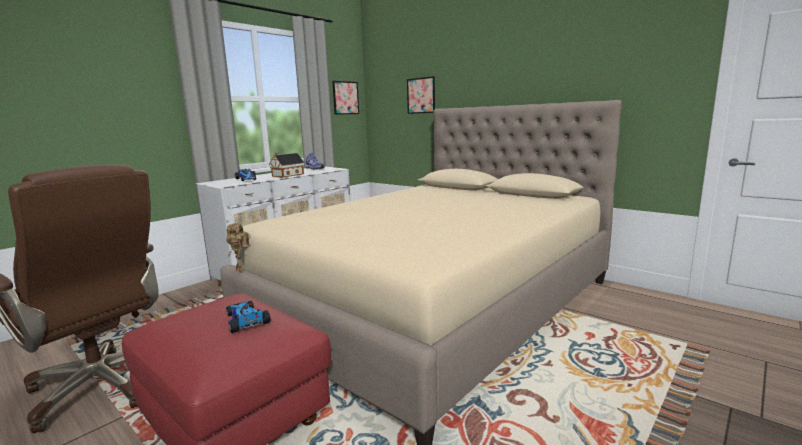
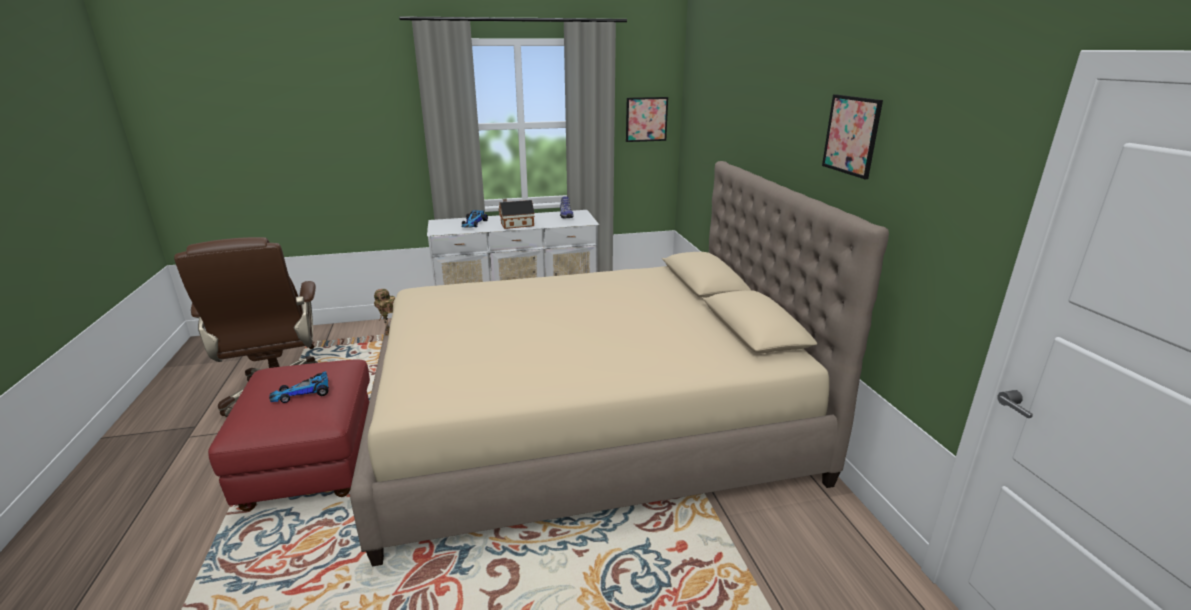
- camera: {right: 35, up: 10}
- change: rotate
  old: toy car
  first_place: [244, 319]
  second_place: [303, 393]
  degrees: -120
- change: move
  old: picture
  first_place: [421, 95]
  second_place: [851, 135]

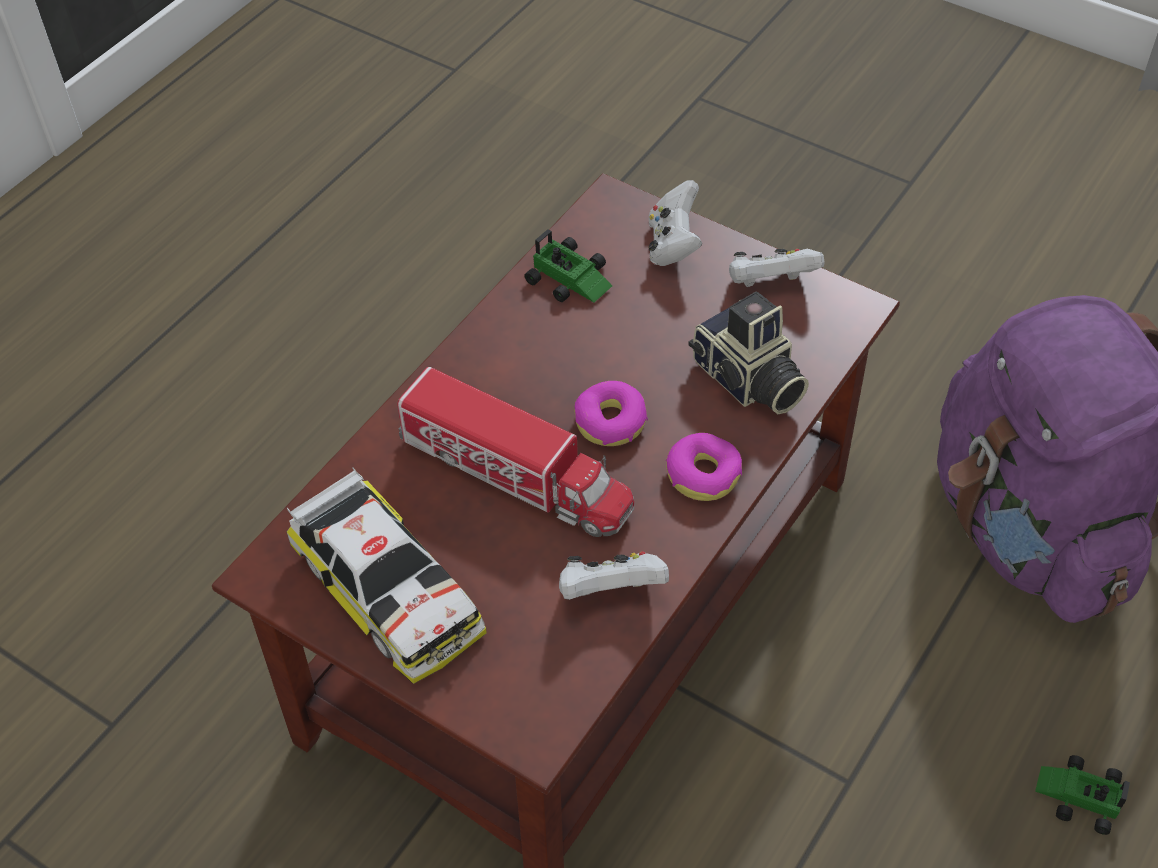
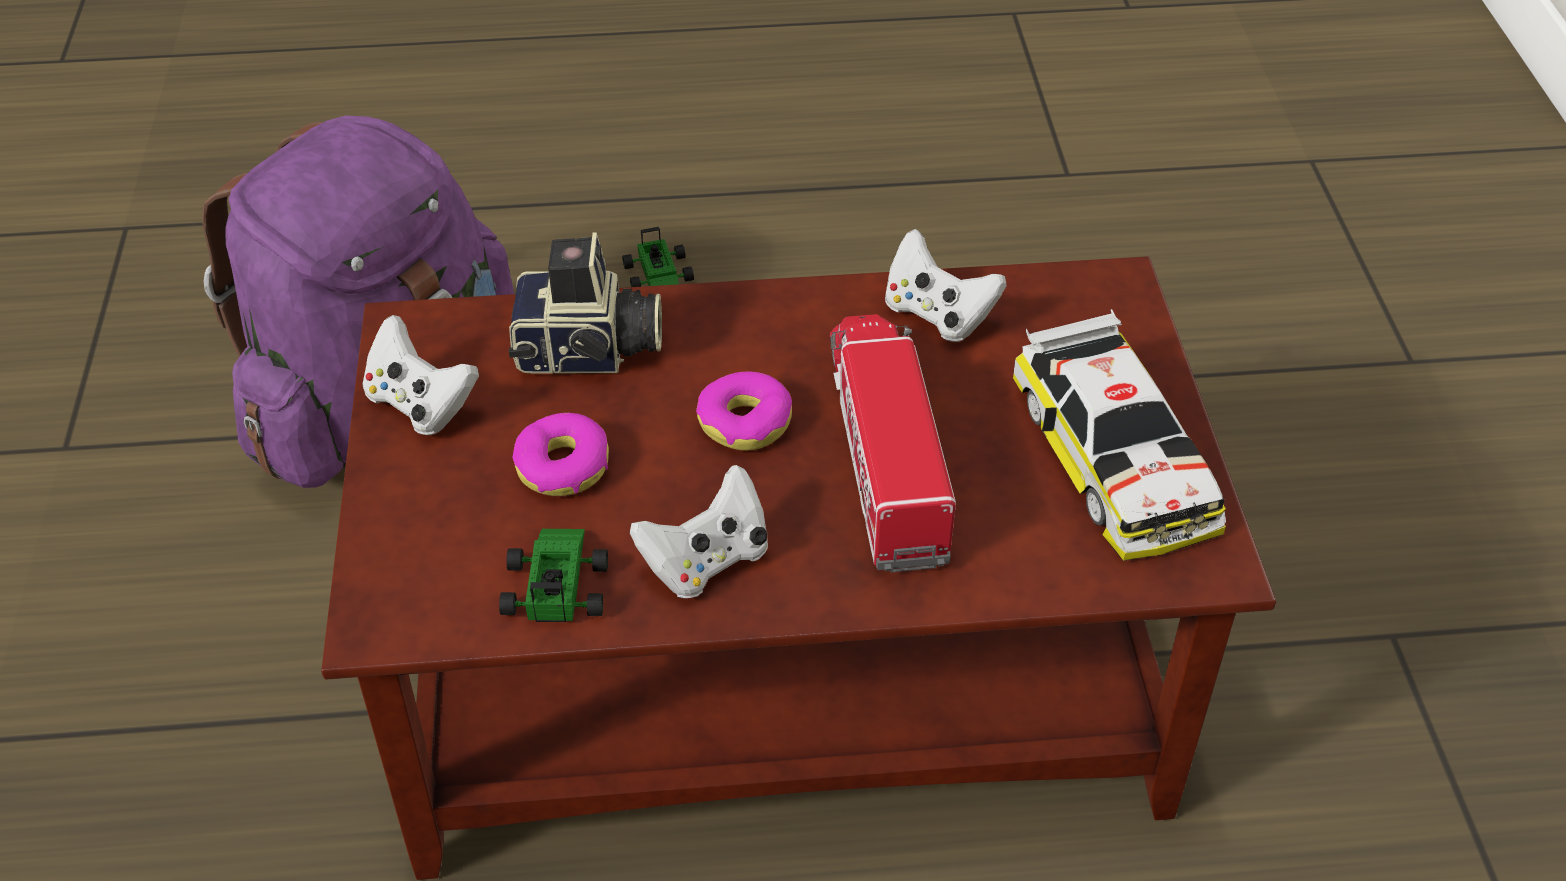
- camera: {right: -130, up: -5}
- change: rotate
  old: toy car
  first_place: [389, 590]
  second_place: [1114, 458]
  degrees: 150
- change: move
  old: white game controller
  first_place: [673, 245]
  second_place: [707, 560]
- change: move
  old: donut
  first_place: [703, 474]
  second_place: [562, 466]
- change: rotate
  old: photo camera
  first_place: [747, 381]
  second_place: [589, 353]
  degrees: 75

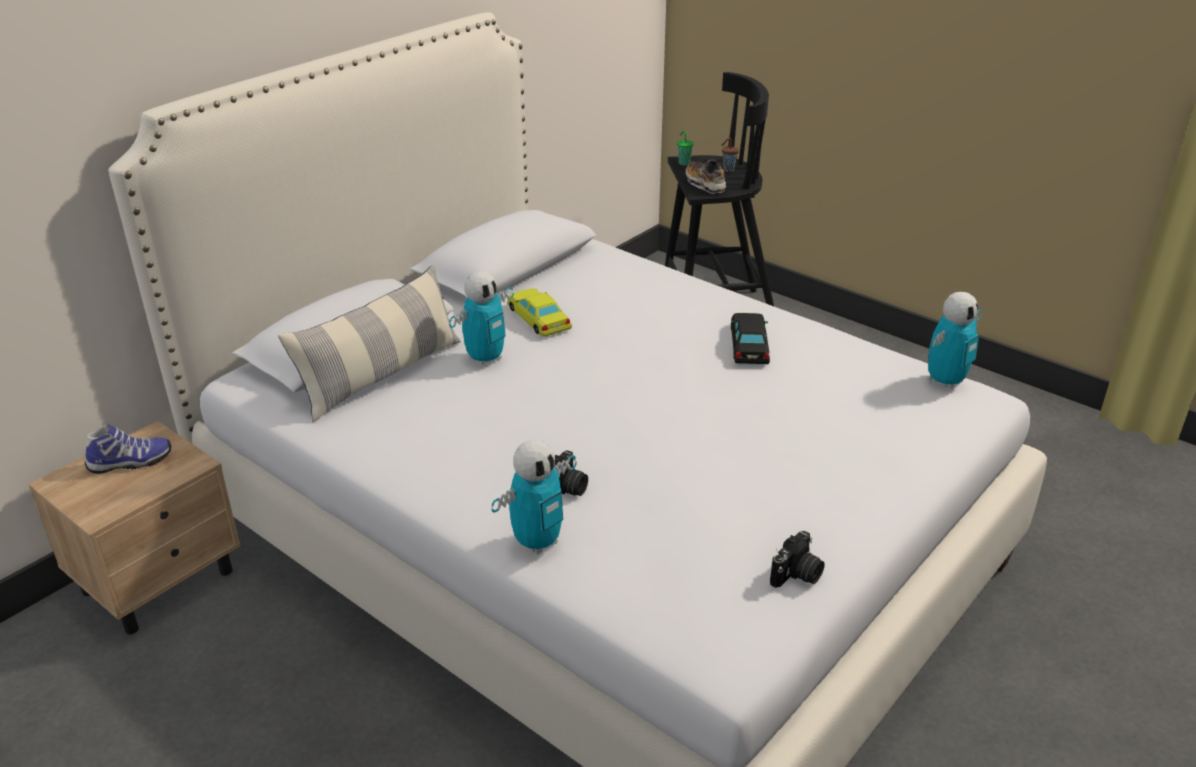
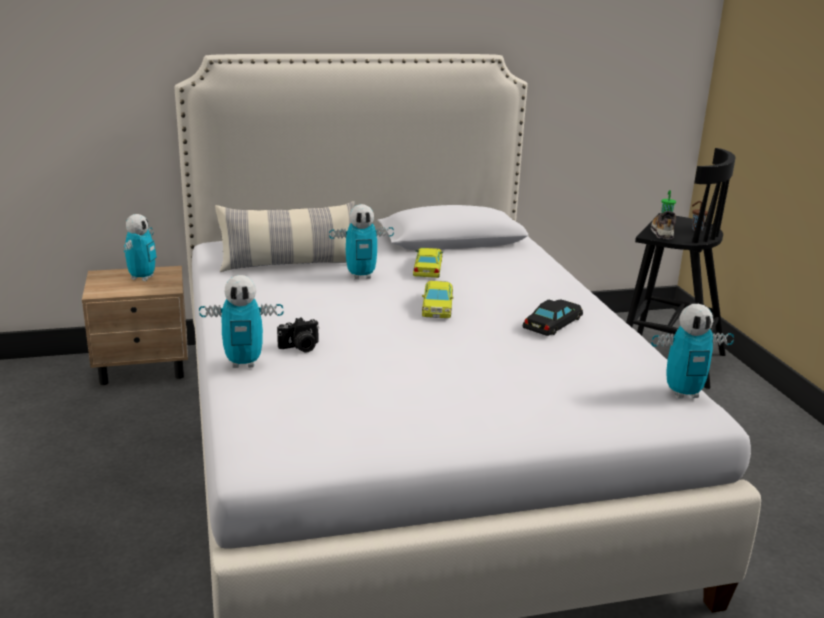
- camera: {right: 35, up: -10}
- change: replace
  old: shoe
  new: toy robot
  first_place: [130, 463]
  second_place: [142, 278]
- change: delete
  old: photo camera
  first_place: [797, 575]
- change: insert
  new: yellow toy car
  second_place: [437, 305]

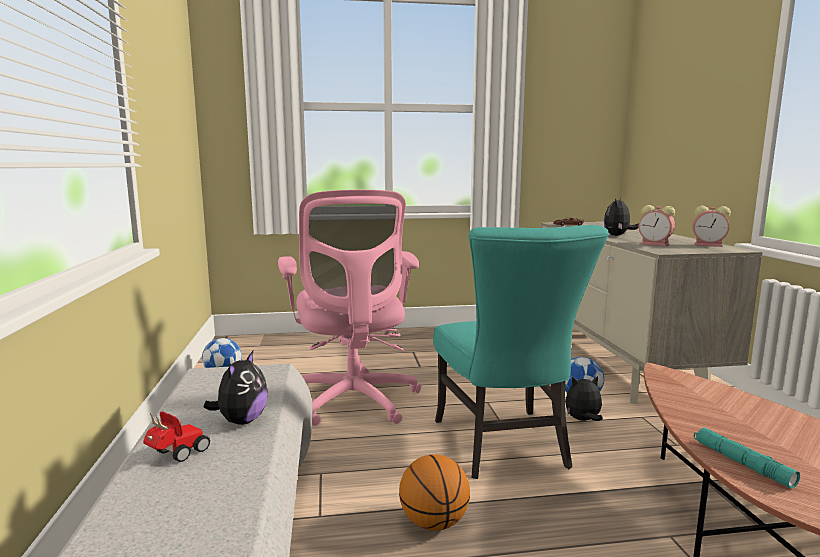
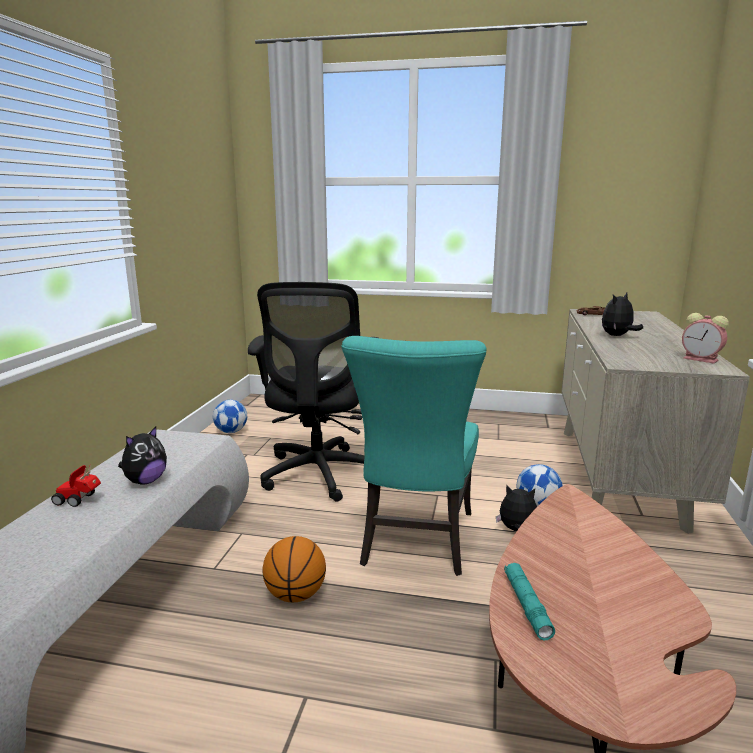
- camera: {right: 20, up: 5}
- change: rotate
  old: toy car
  first_place: [176, 454]
  second_place: [80, 500]
  degrees: -135
- change: recolor
  old: pink office chair
  new: black office chair
  first_place: [352, 397]
  second_place: [319, 469]
- change: delete
  old: alarm clock
  first_place: [656, 244]

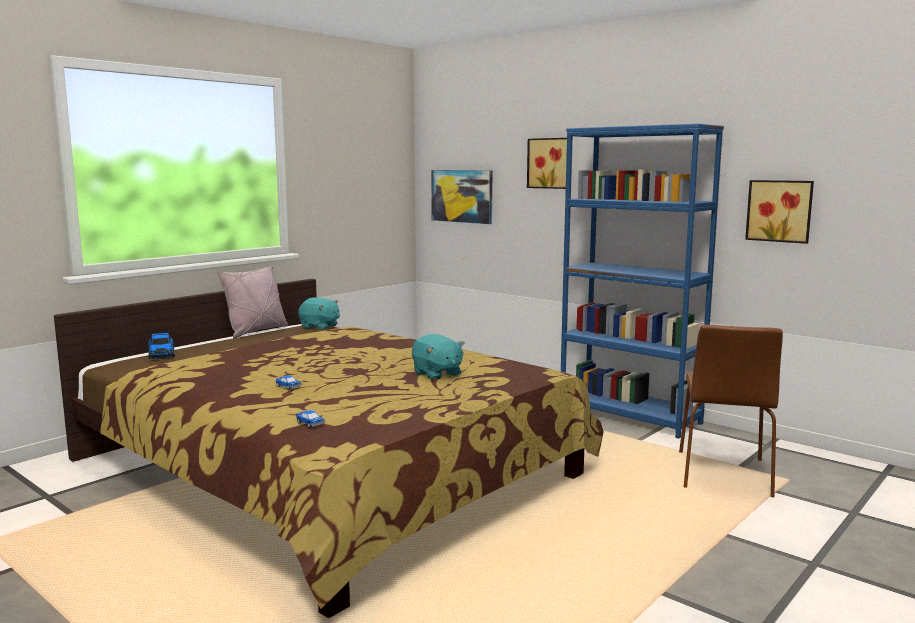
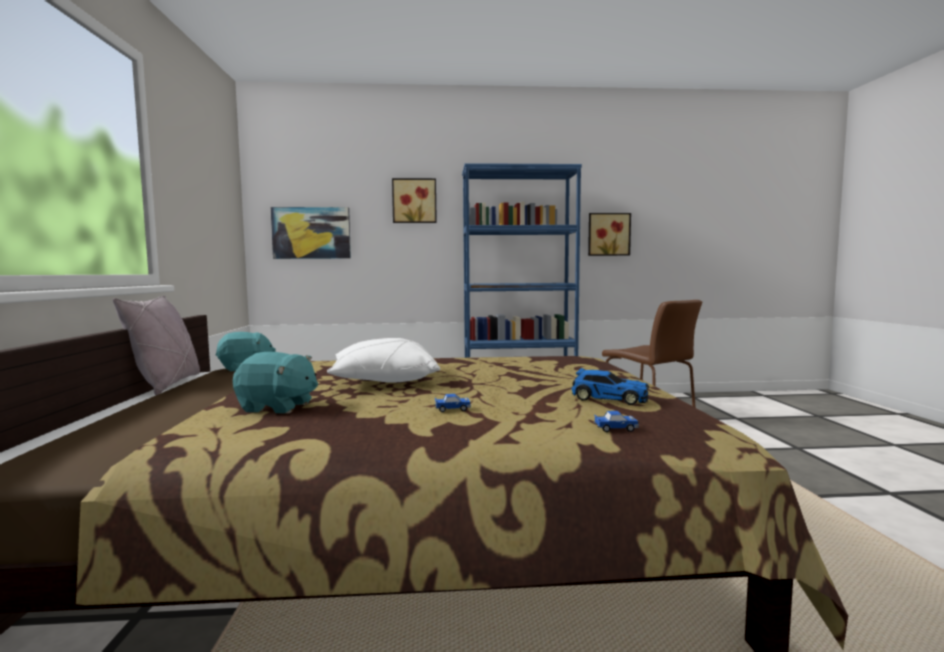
- camera: {right: -45, up: -5}
- change: move
  old: toy car
  first_place: [161, 354]
  second_place: [608, 398]
- change: move
  old: turquoise plush toy
  first_place: [437, 374]
  second_place: [277, 407]
- change: insert
  new: white pillow
  second_place: [383, 380]

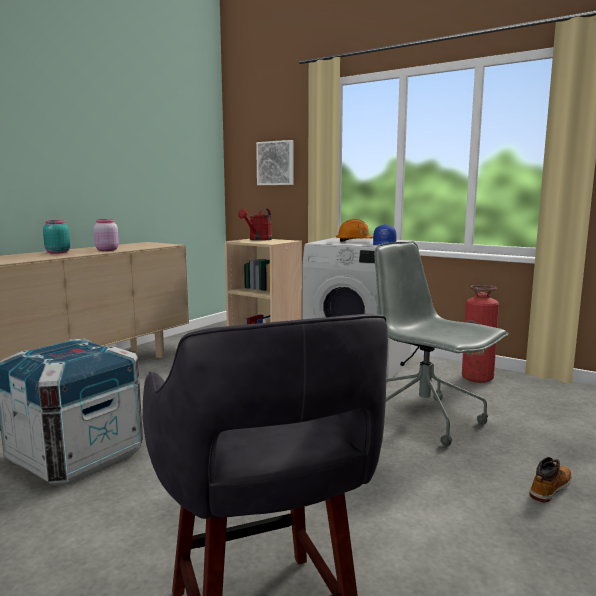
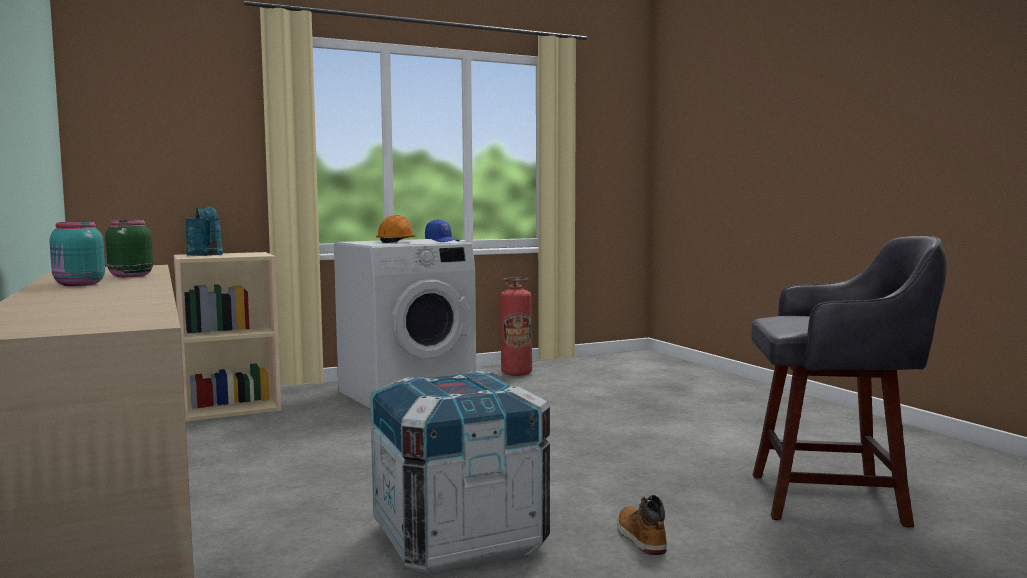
- camera: {right: -60, up: -5}
- change: recolor
  old: pink jar
  new: green jar
  first_place: [106, 250]
  second_place: [129, 276]
- change: recolor
  old: red watering can
  new: turquoise watering can
  first_place: [258, 240]
  second_place: [206, 255]
- change: delete
  old: picture
  first_place: [276, 163]
- change: delete
  old: grey office chair
  first_place: [428, 421]
- change: move
  old: boot
  first_place: [549, 488]
  second_place: [640, 537]

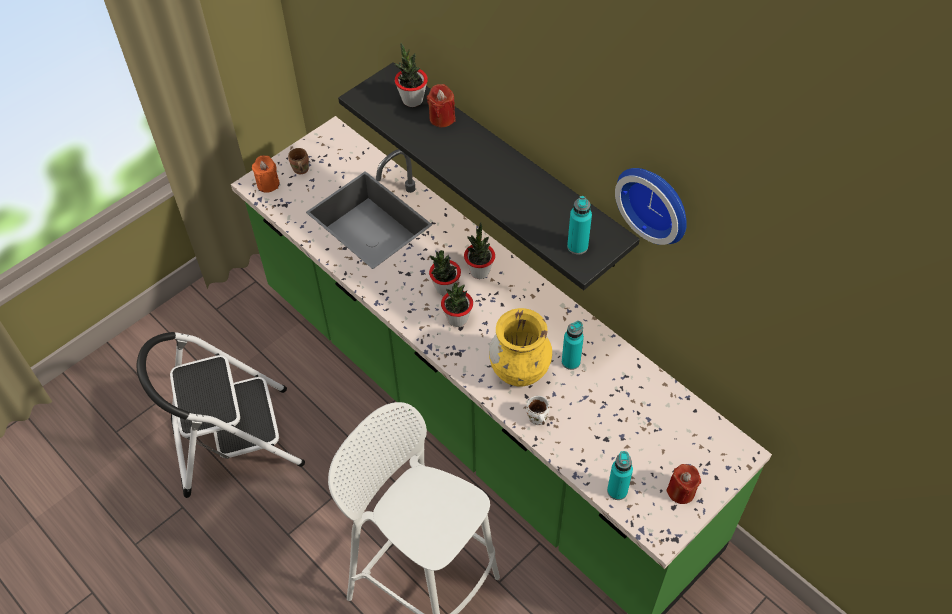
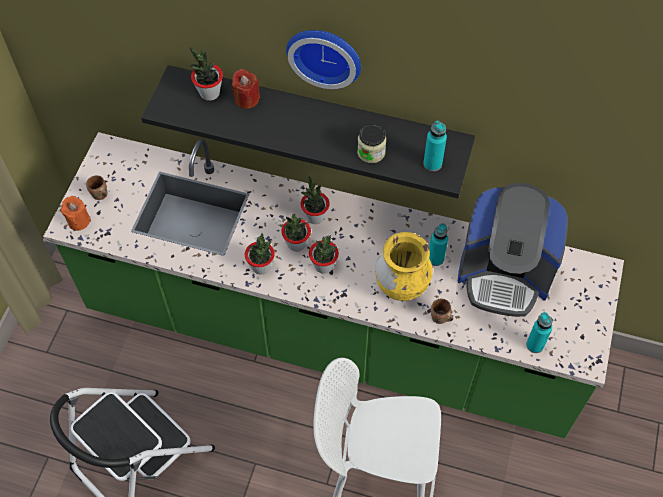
- camera: {right: -30, up: 5}
- change: recolor
  old: white mug
  new: brown mug
  first_place: [536, 419]
  second_place: [439, 318]
- change: move
  old: wall clock
  first_place: [656, 202]
  second_place: [325, 54]
- change: delete
  old: red candle
  first_place: [681, 491]
- change: insert
  new: potted plant
  second_place: [261, 266]
- change: insert
  new: jar
  second_place: [371, 152]
- change: insert
  new: coffee machine
  second_place: [504, 274]

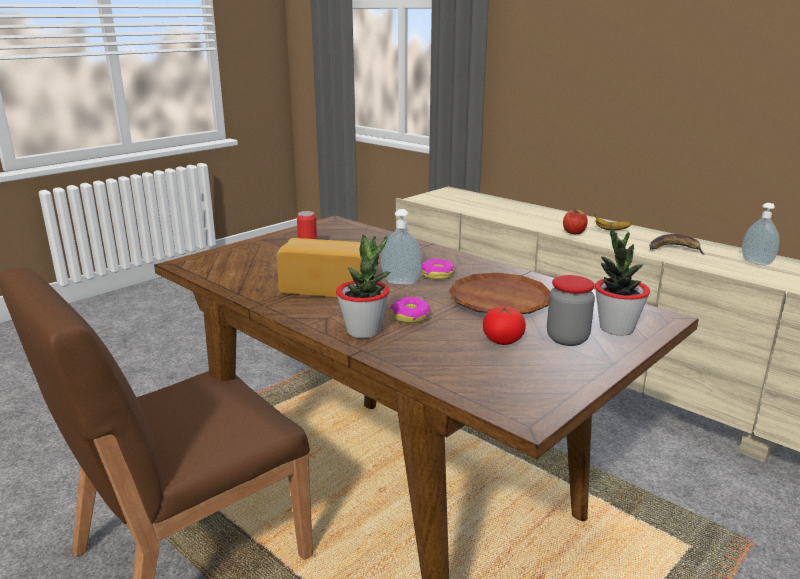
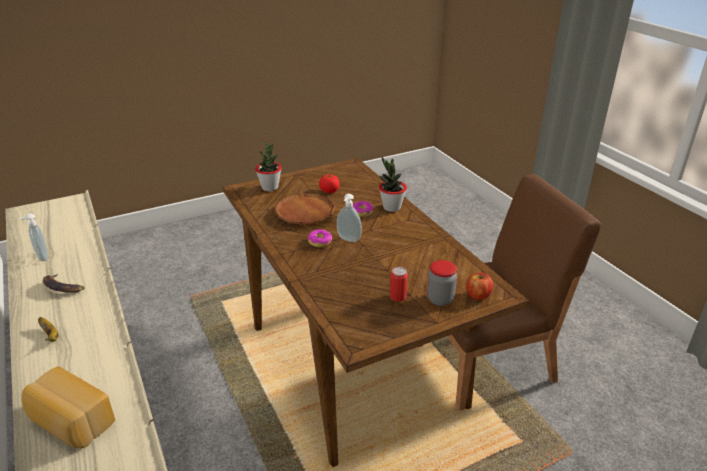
- camera: {right: -160, up: 10}
- change: move
  old: bread
  first_place: [328, 287]
  second_place: [70, 422]
- change: move
  old: jar
  first_place: [567, 338]
  second_place: [440, 299]
- change: move
  old: apple
  first_place: [574, 232]
  second_place: [478, 295]

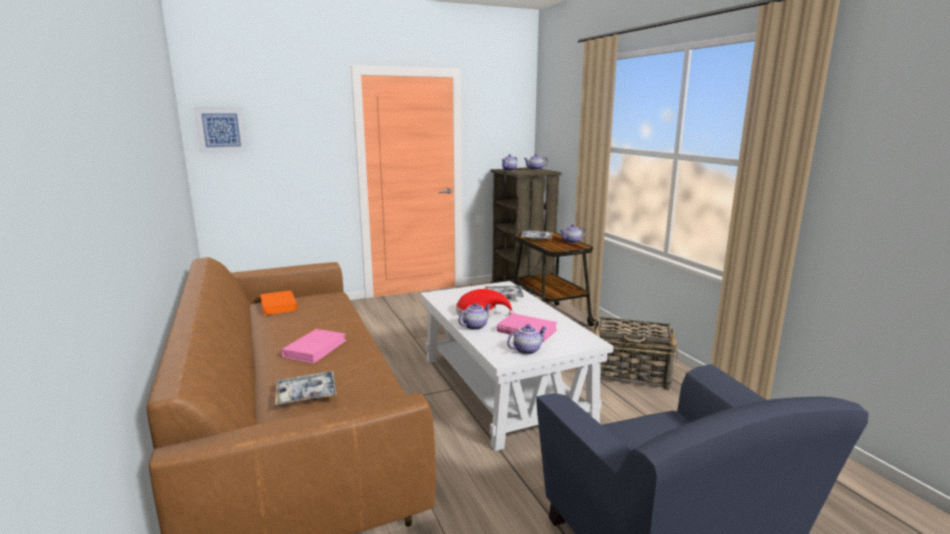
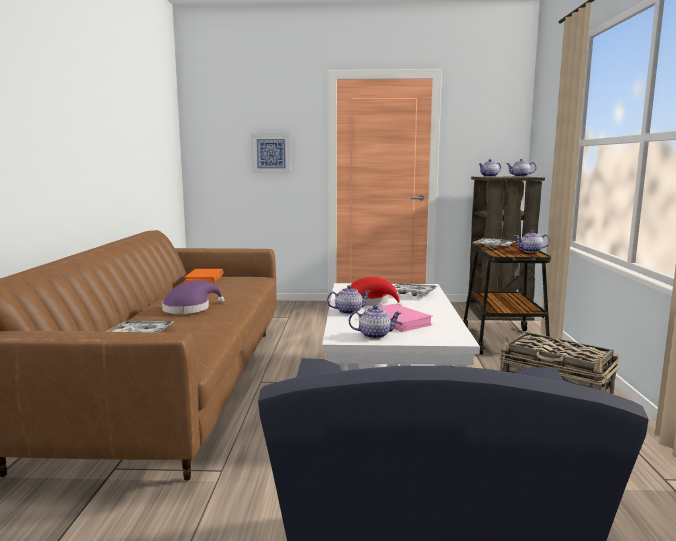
- camera: {right: 25, up: -5}
- change: move
  old: picture
  first_place: [221, 129]
  second_place: [271, 153]
- change: replace
  old: pink book
  new: purple hat
  first_place: [315, 349]
  second_place: [190, 308]

